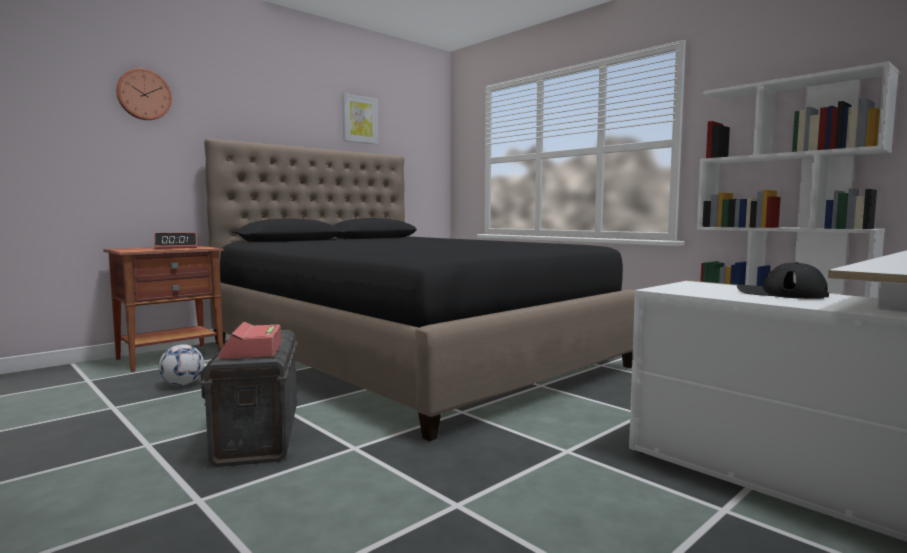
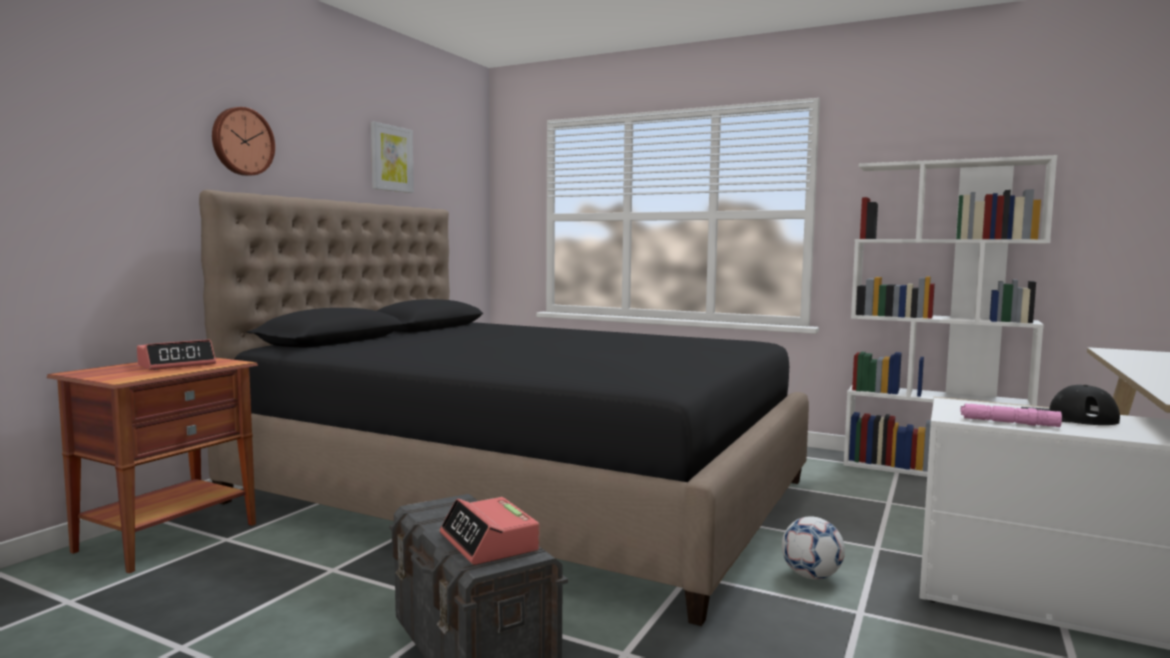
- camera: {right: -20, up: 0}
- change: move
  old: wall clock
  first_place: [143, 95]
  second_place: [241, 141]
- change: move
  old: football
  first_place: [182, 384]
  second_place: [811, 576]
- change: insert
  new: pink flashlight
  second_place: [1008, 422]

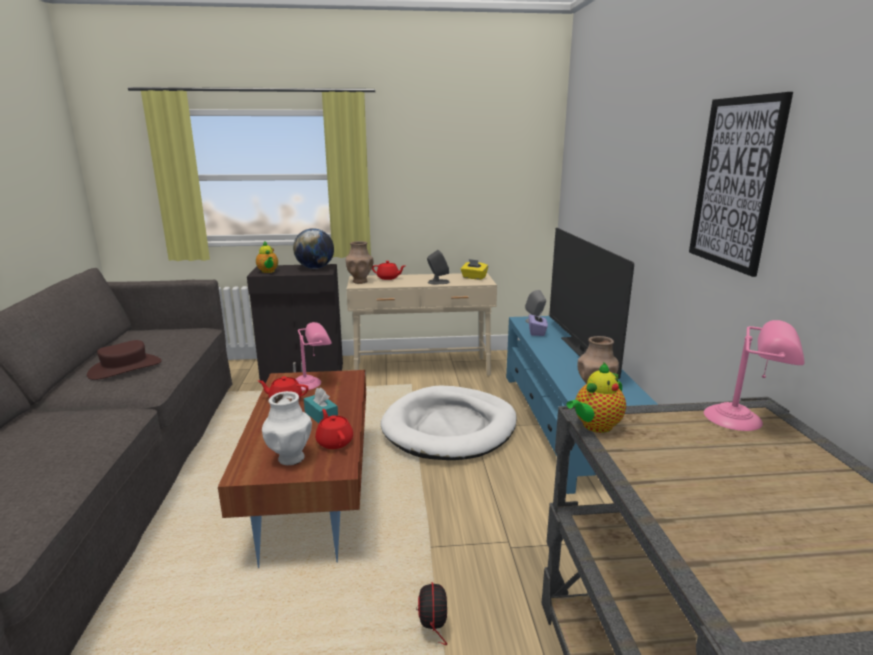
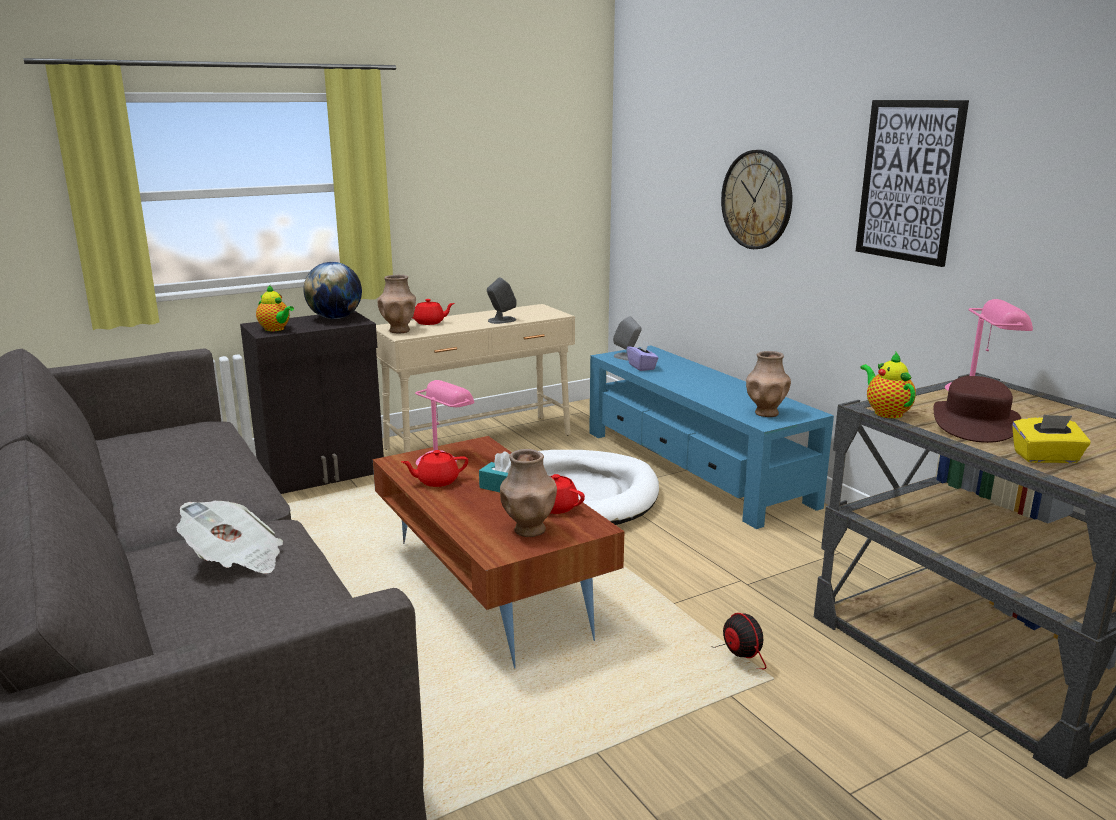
- camera: {right: -25, up: 0}
- change: move
  old: brown hat
  first_place: [125, 368]
  second_place: [975, 423]
- change: recolor
  old: white vase
  new: brown vase
  first_place: [290, 458]
  second_place: [528, 530]
- change: move
  old: yellow tissue box
  first_place: [474, 277]
  second_place: [1046, 458]
- change: delete
  old: television
  first_place: [580, 351]
- change: rotate
  old: teapot
  first_place: [595, 426]
  second_place: [886, 412]
  degrees: 135
- change: insert
  new: newspaper
  second_place: [235, 560]
- change: insert
  new: wall clock
  second_place: [757, 200]

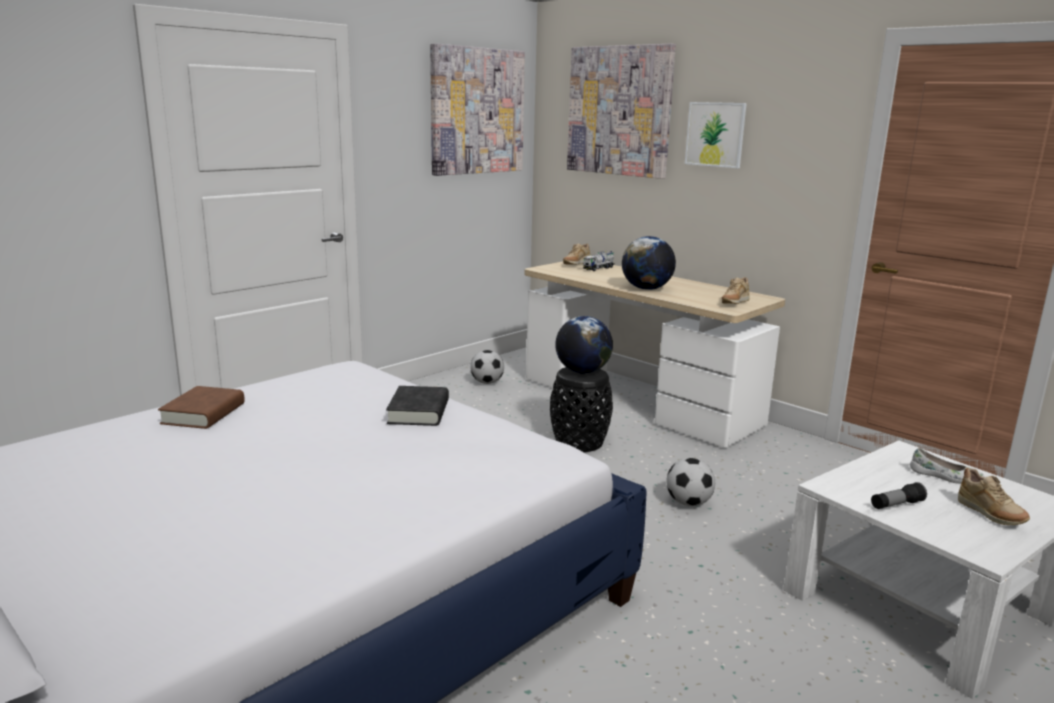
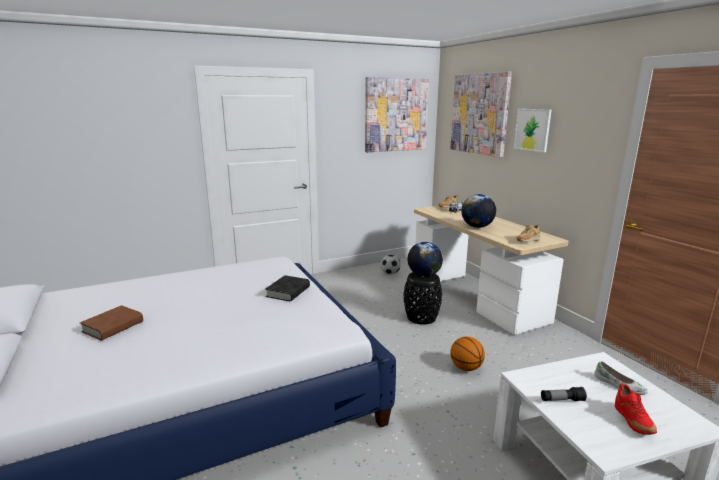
- camera: {right: 20, up: 0}
- change: move
  old: brown book
  first_place: [203, 414]
  second_place: [113, 327]
- change: replace
  old: football
  new: basketball
  first_place: [688, 503]
  second_place: [466, 368]
- change: recolor
  old: beige shoe
  new: red shoe
  first_place: [990, 515]
  second_place: [632, 422]

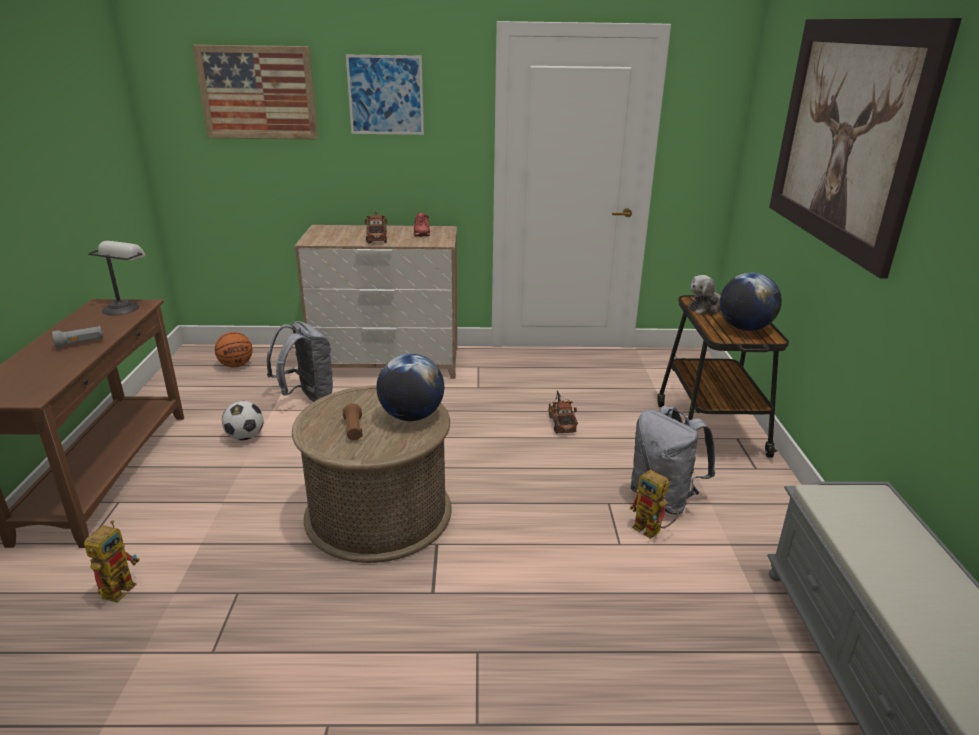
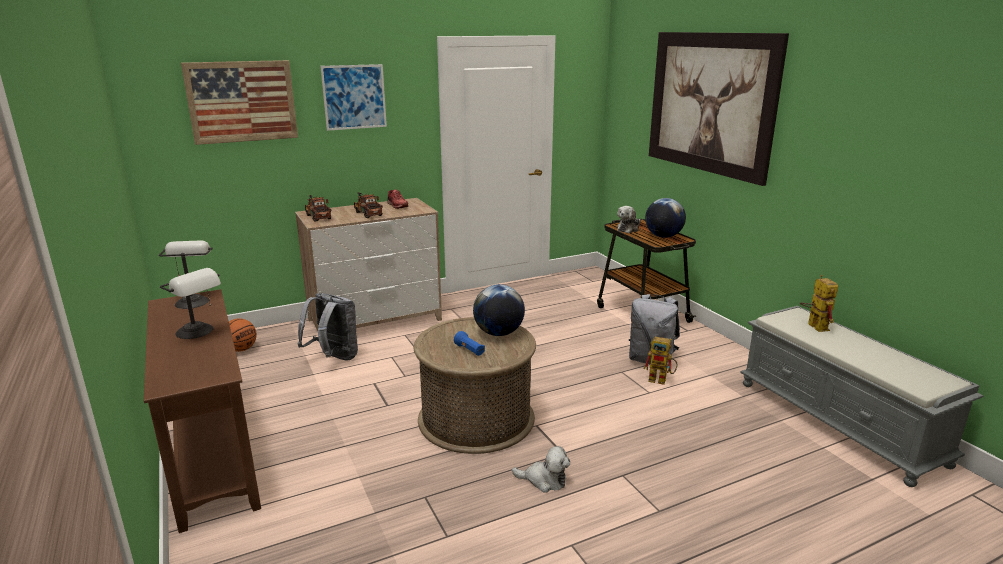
- camera: {right: -25, up: -5}
- change: replace
  old: grey flashlight
  new: table lamp
  first_place: [81, 344]
  second_place: [200, 332]
- change: move
  old: toy robot
  first_place: [121, 585]
  second_place: [813, 325]
- change: delete
  old: football
  first_place: [245, 437]
- change: recolor
  old: brown flashlight
  new: blue flashlight
  first_place: [354, 430]
  second_place: [469, 350]
- change: move
  old: toy truck
  first_place: [561, 422]
  second_place: [317, 216]
- change: insert
  new: plush toy
  second_place: [544, 480]

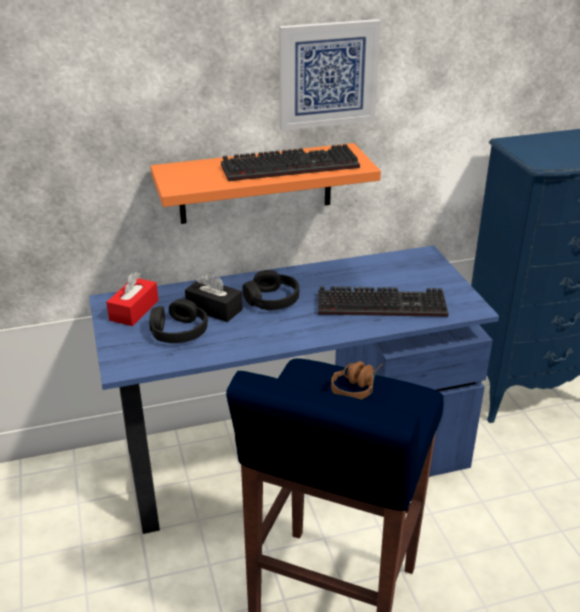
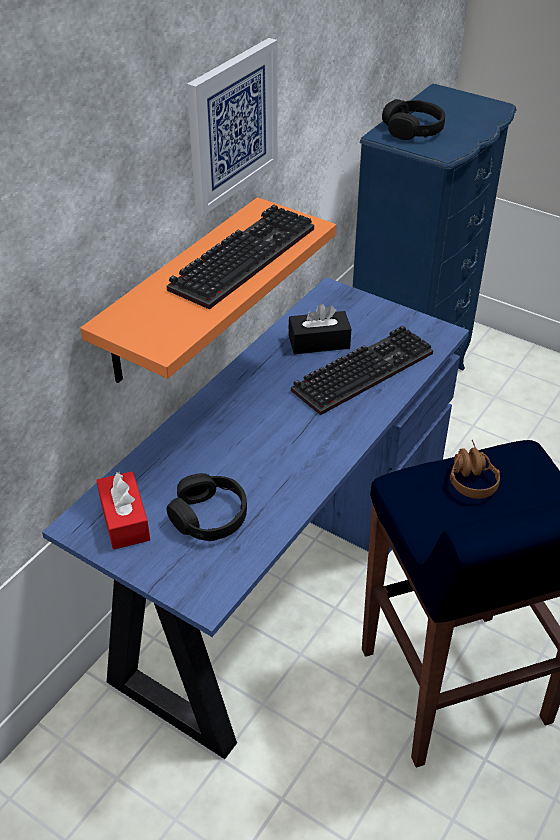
- camera: {right: -40, up: 10}
- change: move
  old: black tissue box
  first_place: [214, 309]
  second_place: [319, 342]
- change: move
  old: black headphones
  first_place: [271, 300]
  second_place: [413, 129]

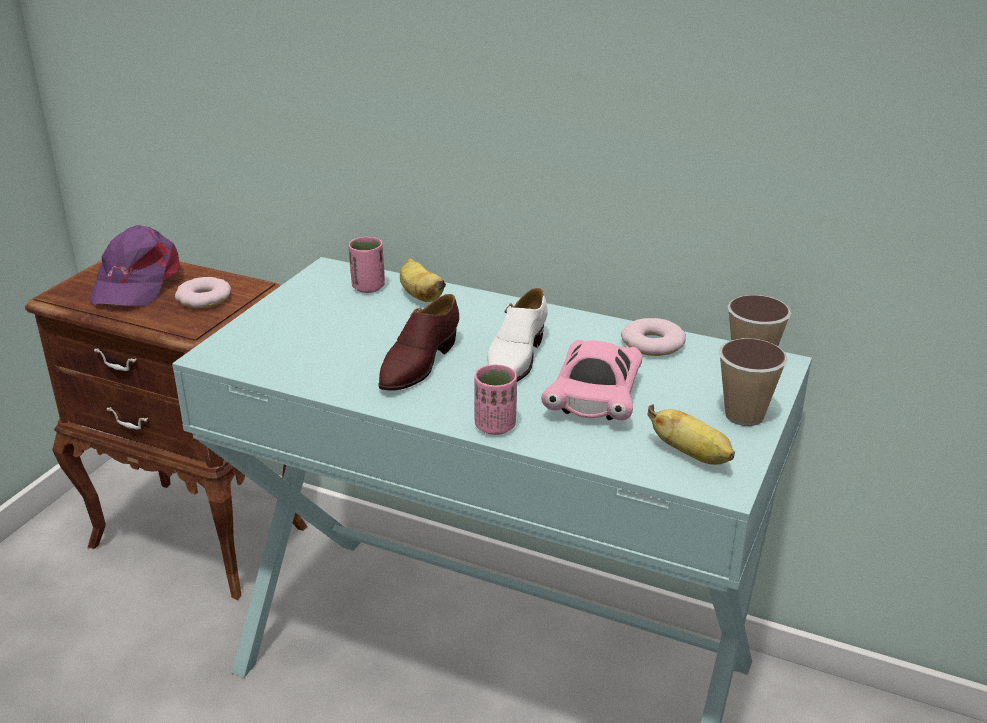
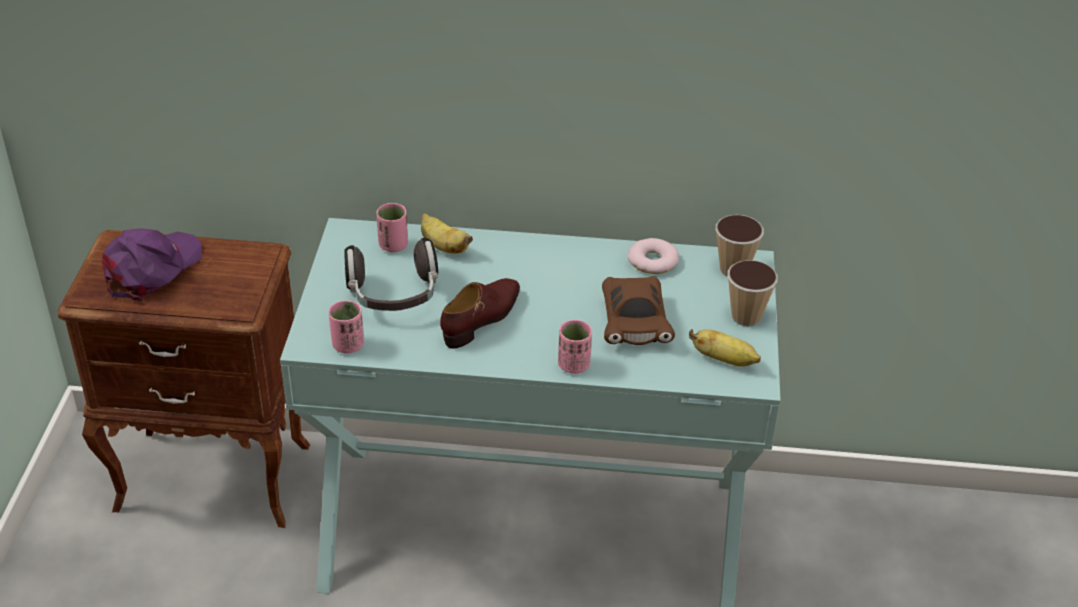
- camera: {right: -20, up: 10}
- change: rotate
  old: purple cap
  first_place: [136, 283]
  second_place: [151, 269]
  degrees: -135
- change: delete
  old: donut
  first_place: [204, 298]
- change: rotate
  old: brown shoe
  first_place: [418, 364]
  second_place: [482, 318]
  degrees: -150
- change: delete
  old: white shoe
  first_place: [515, 358]
- change: recolor
  old: pink toy car
  new: brown toy car
  first_place: [595, 398]
  second_place: [634, 324]
- change: insert
  new: pink cup
  second_place: [348, 345]
- change: insert
  new: headphones
  second_place: [393, 296]

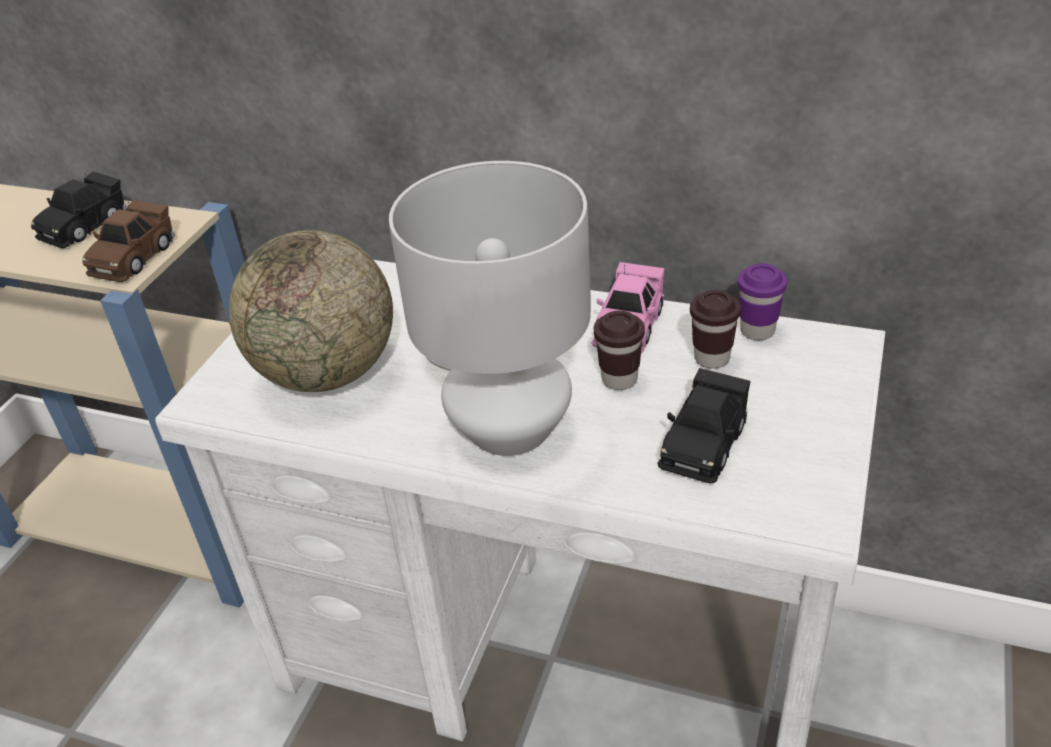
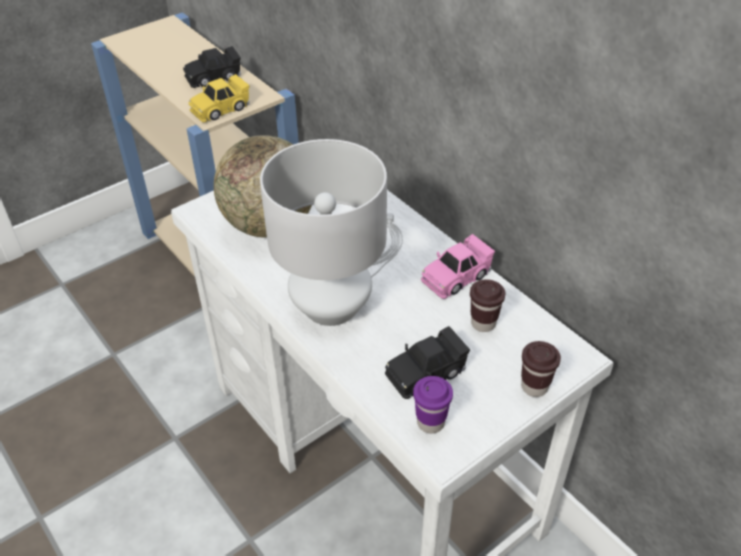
- camera: {right: 30, up: 5}
- change: recolor
  old: brown toy car
  new: yellow toy car
  first_place: [133, 258]
  second_place: [220, 109]
- change: move
  old: brown cup
  first_place: [619, 379]
  second_place: [534, 387]
- change: move
  old: purple cup
  first_place: [757, 331]
  second_place: [430, 422]

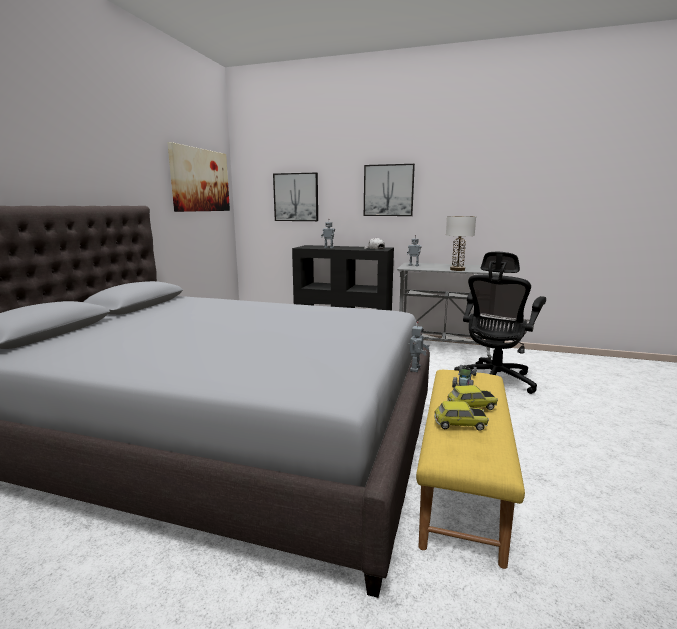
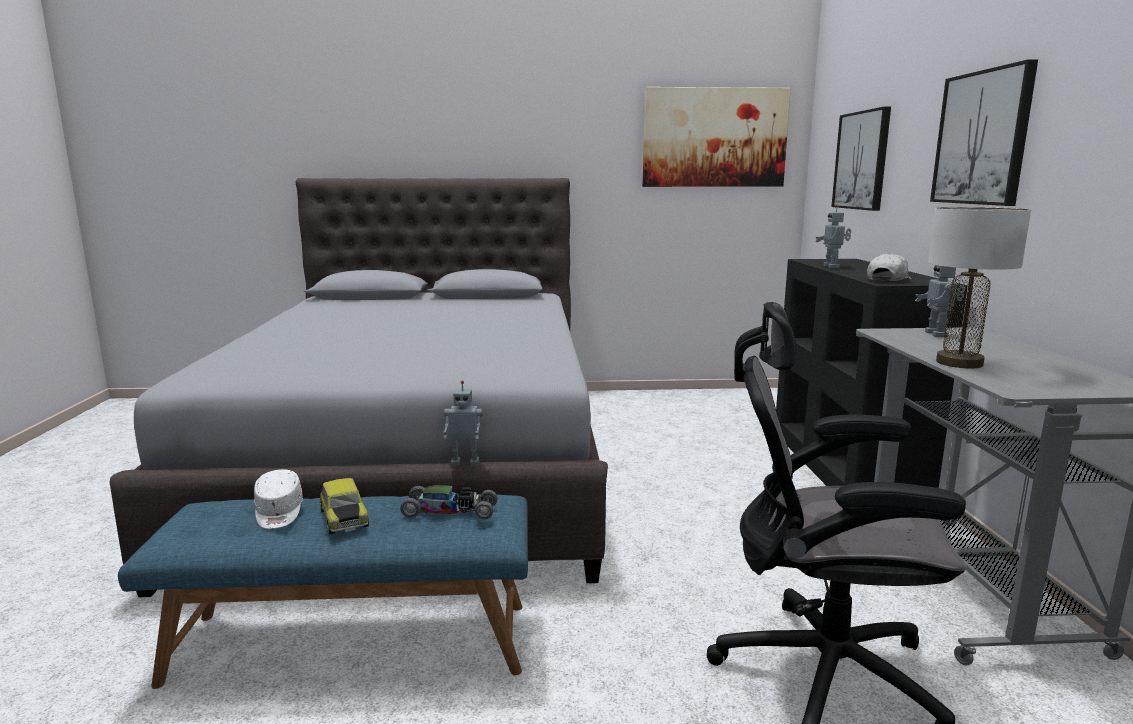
- camera: {right: 70, up: 0}
- change: recolor
  old: yellow bench
  new: blue bench
  first_place: [461, 480]
  second_place: [353, 641]
- change: replace
  old: toy car
  new: white cap
  first_place: [459, 424]
  second_place: [279, 512]

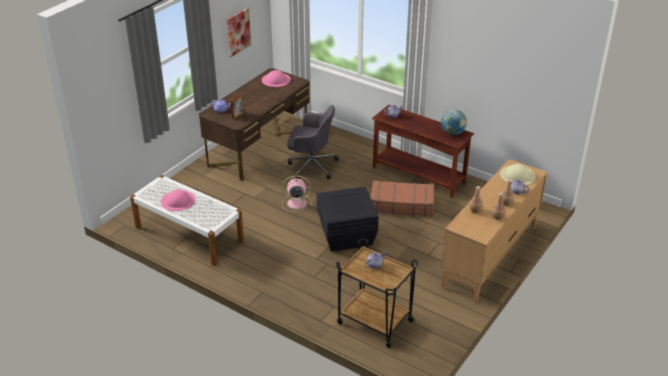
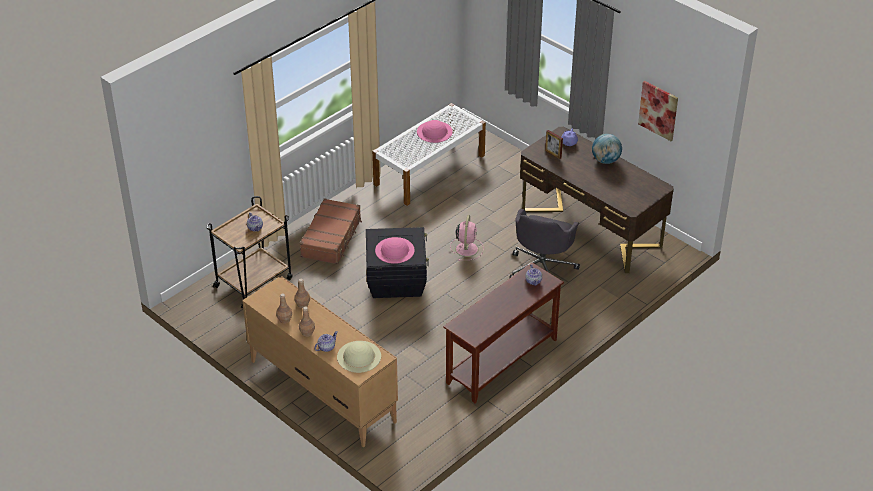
- camera: {right: 100, up: 5}
- change: move
  old: pink hat
  first_place: [276, 79]
  second_place: [394, 250]
- change: move
  old: brown suitcase
  first_place: [401, 204]
  second_place: [332, 238]
- change: move
  old: globe
  first_place: [452, 133]
  second_place: [605, 160]

